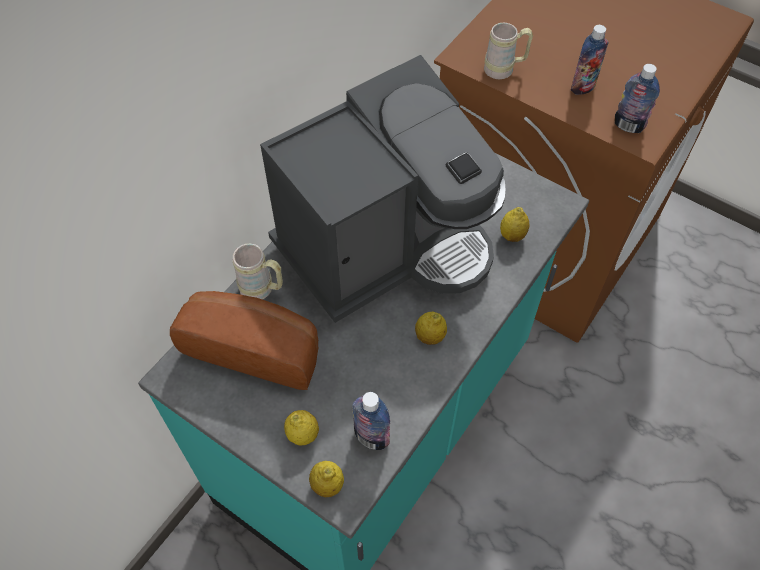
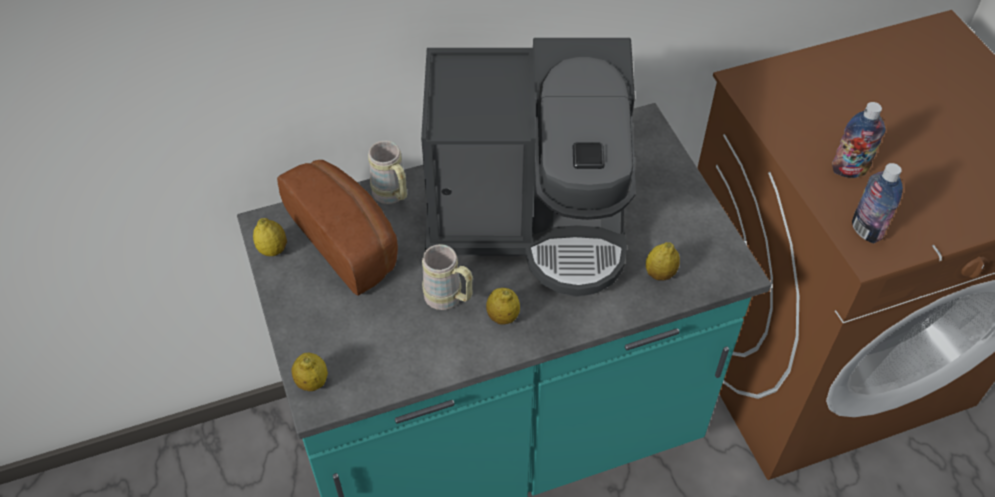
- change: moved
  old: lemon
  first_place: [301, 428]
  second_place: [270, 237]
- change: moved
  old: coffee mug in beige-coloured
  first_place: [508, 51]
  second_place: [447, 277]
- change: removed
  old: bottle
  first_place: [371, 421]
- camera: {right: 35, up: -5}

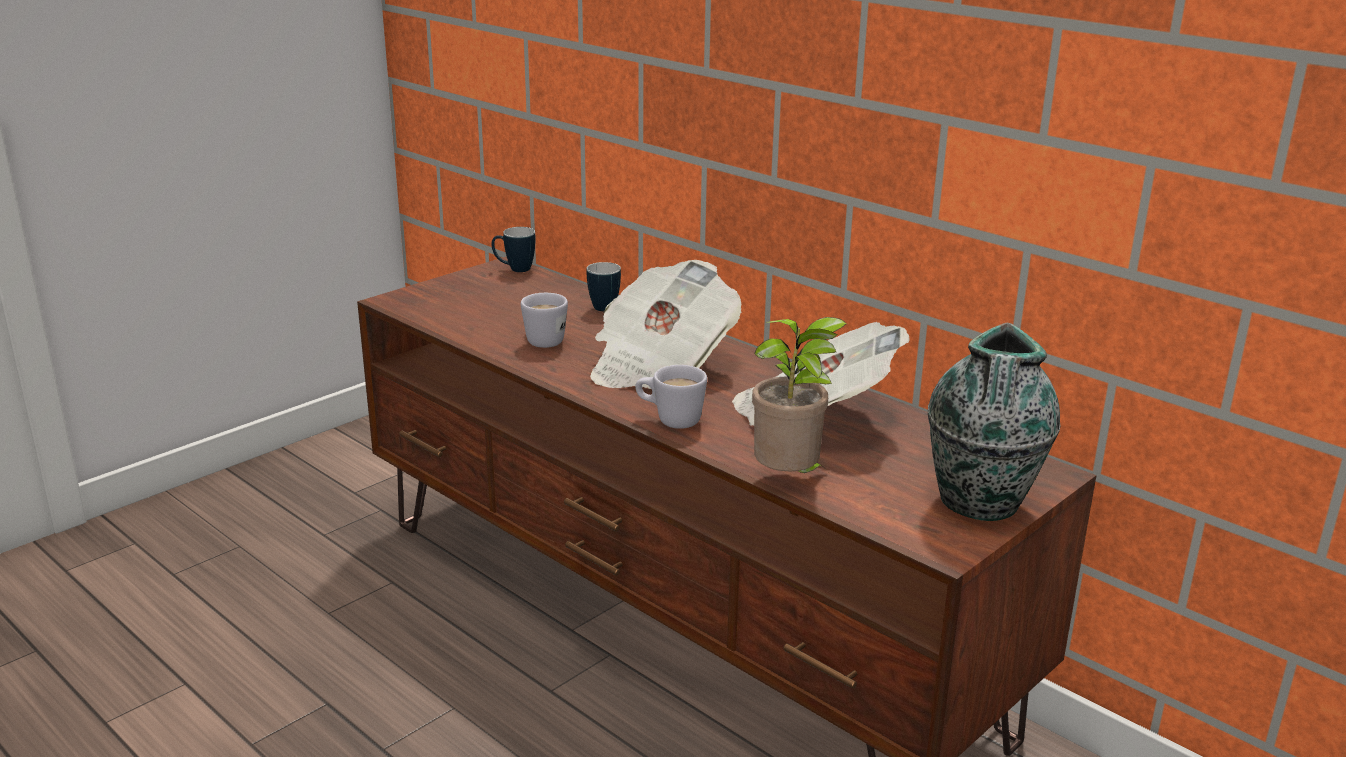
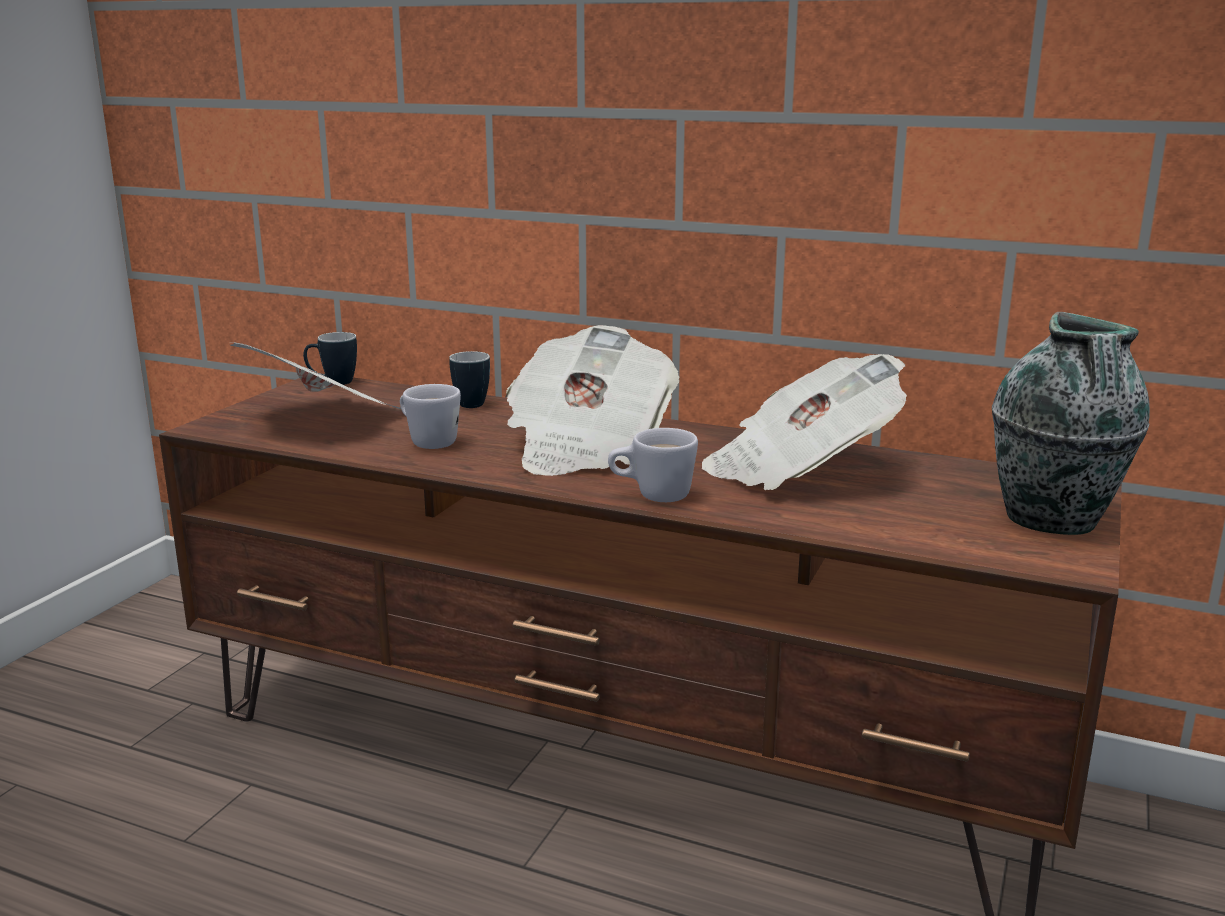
- change: added
  new: newspaper
  second_place: [315, 375]
- change: removed
  old: houseplant
  first_place: [799, 395]
- camera: {right: -20, up: -5}

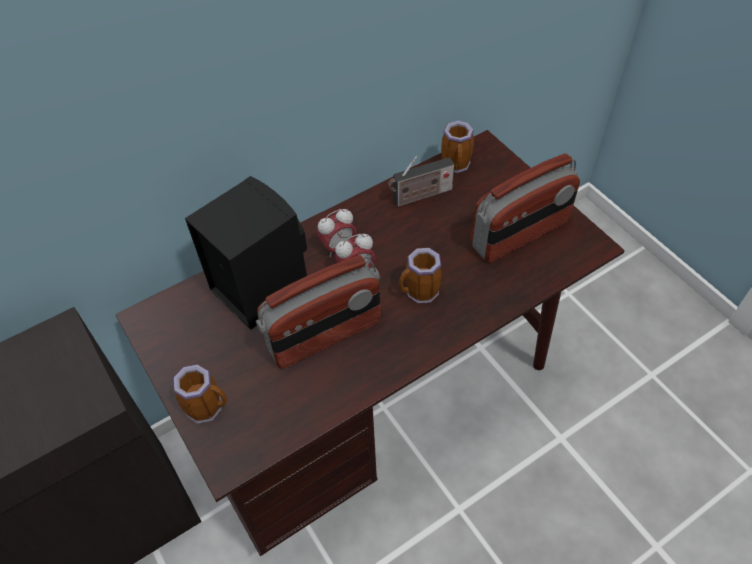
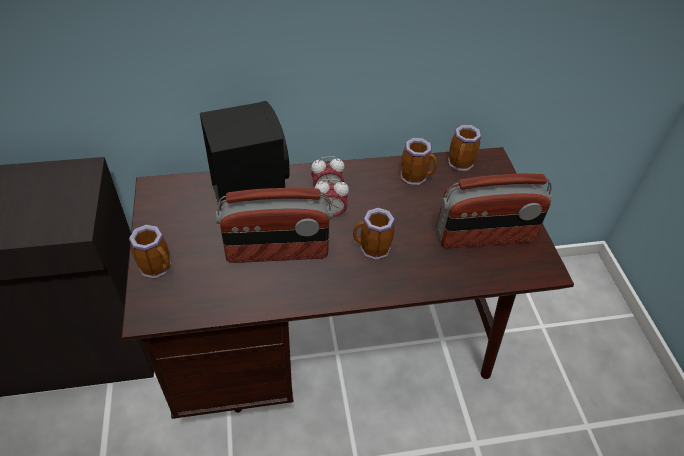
- change: replaced
  old: radio receiver
  new: coffee mug
  first_place: [421, 181]
  second_place: [419, 161]
- camera: {right: 20, up: -5}

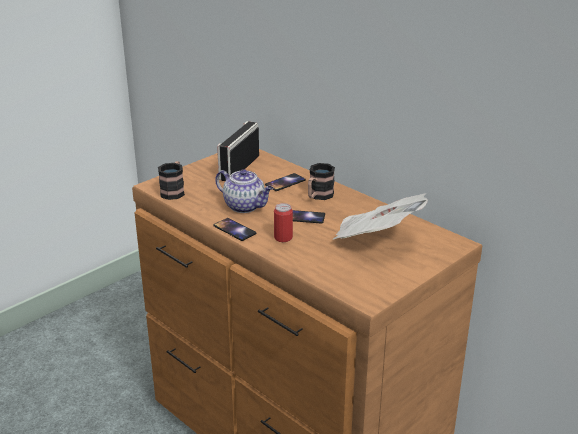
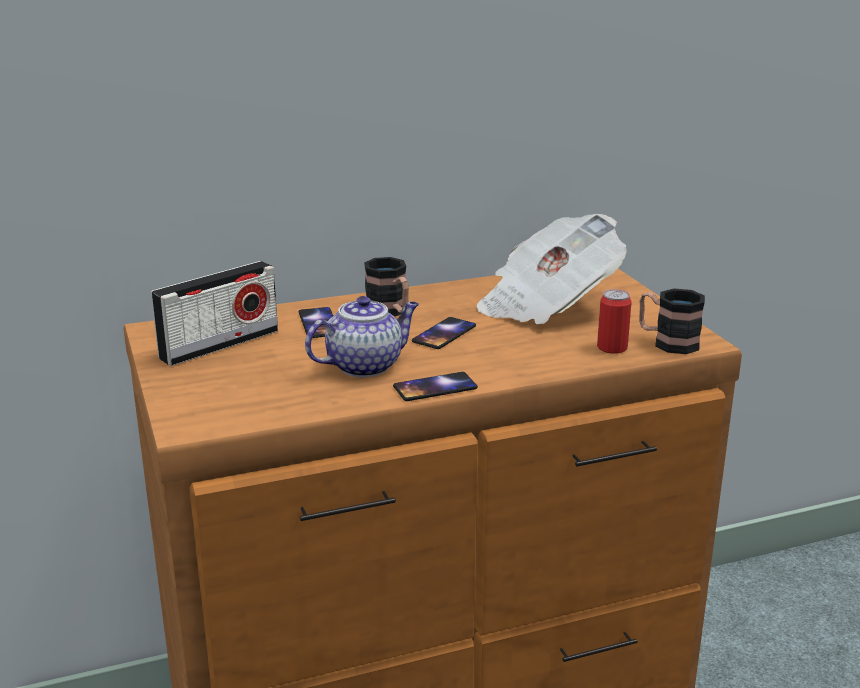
- change: turned
  old: radio receiver
  first_place: [238, 151]
  second_place: [214, 313]
  degrees: -90
- change: moved
  old: metal can
  first_place: [283, 222]
  second_place: [614, 321]
- change: moved
  old: coffee mug
  first_place: [171, 180]
  second_place: [672, 321]
- camera: {right: -65, up: -5}

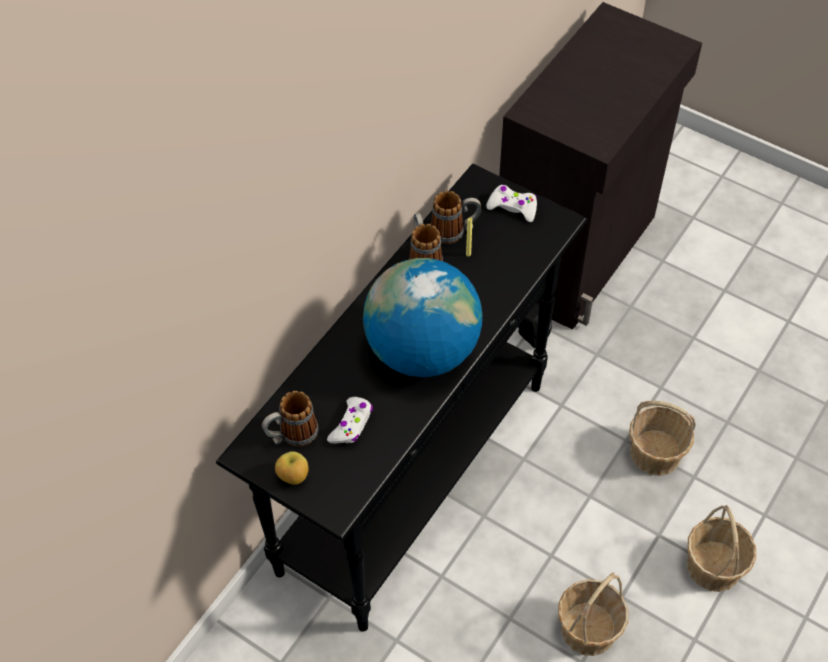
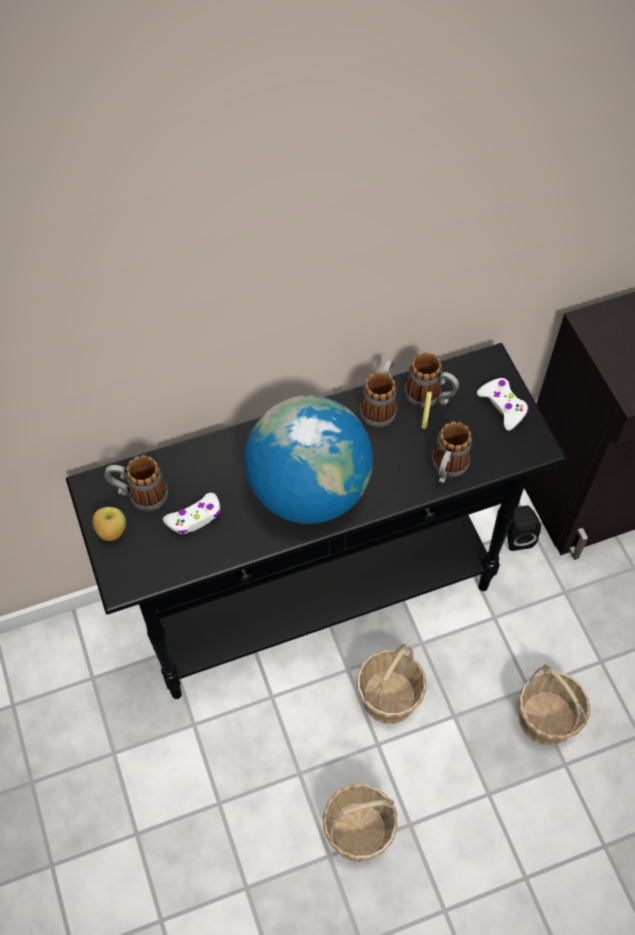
- change: moved
  old: household basket
  first_place: [721, 548]
  second_place: [392, 684]
- change: added
  new: coffee mug
  second_place: [452, 453]
- camera: {right: 35, up: 5}

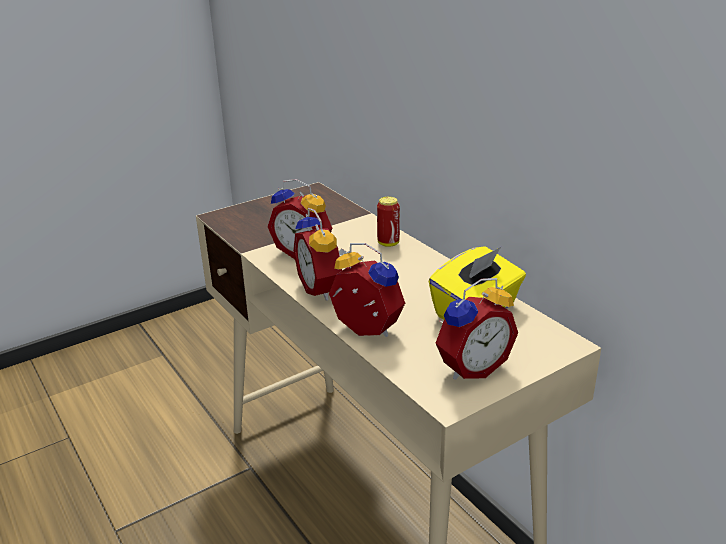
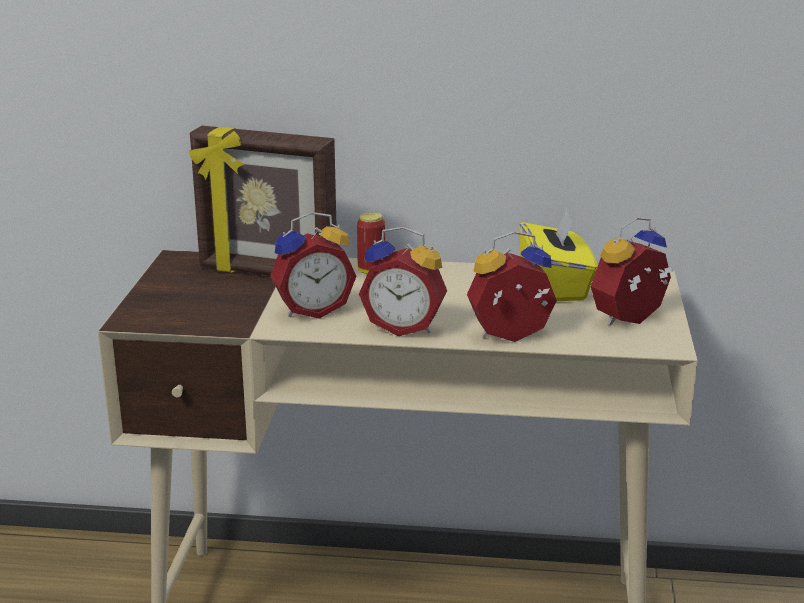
- change: added
  new: standing frame
  second_place: [263, 201]
- change: turned
  old: table clock
  first_place: [477, 329]
  second_place: [631, 271]
  degrees: -135
- camera: {right: -50, up: -5}

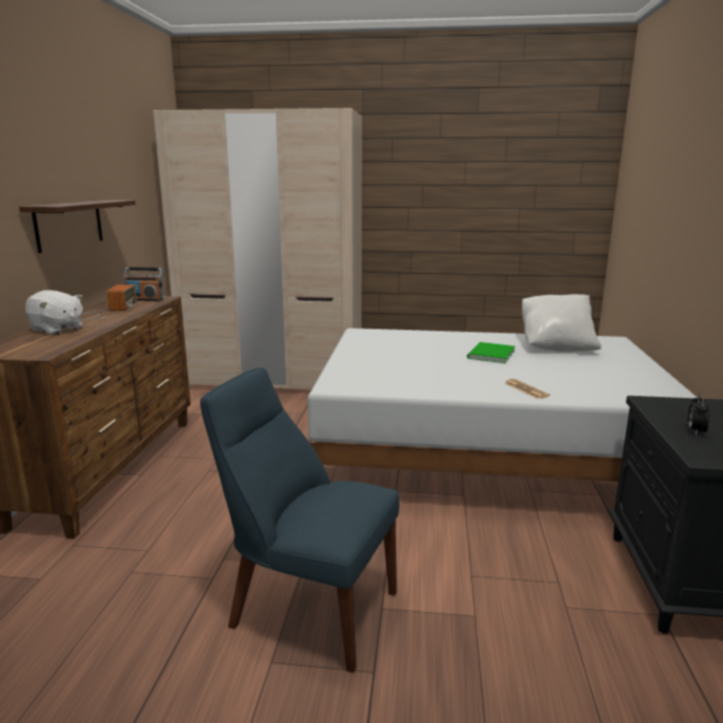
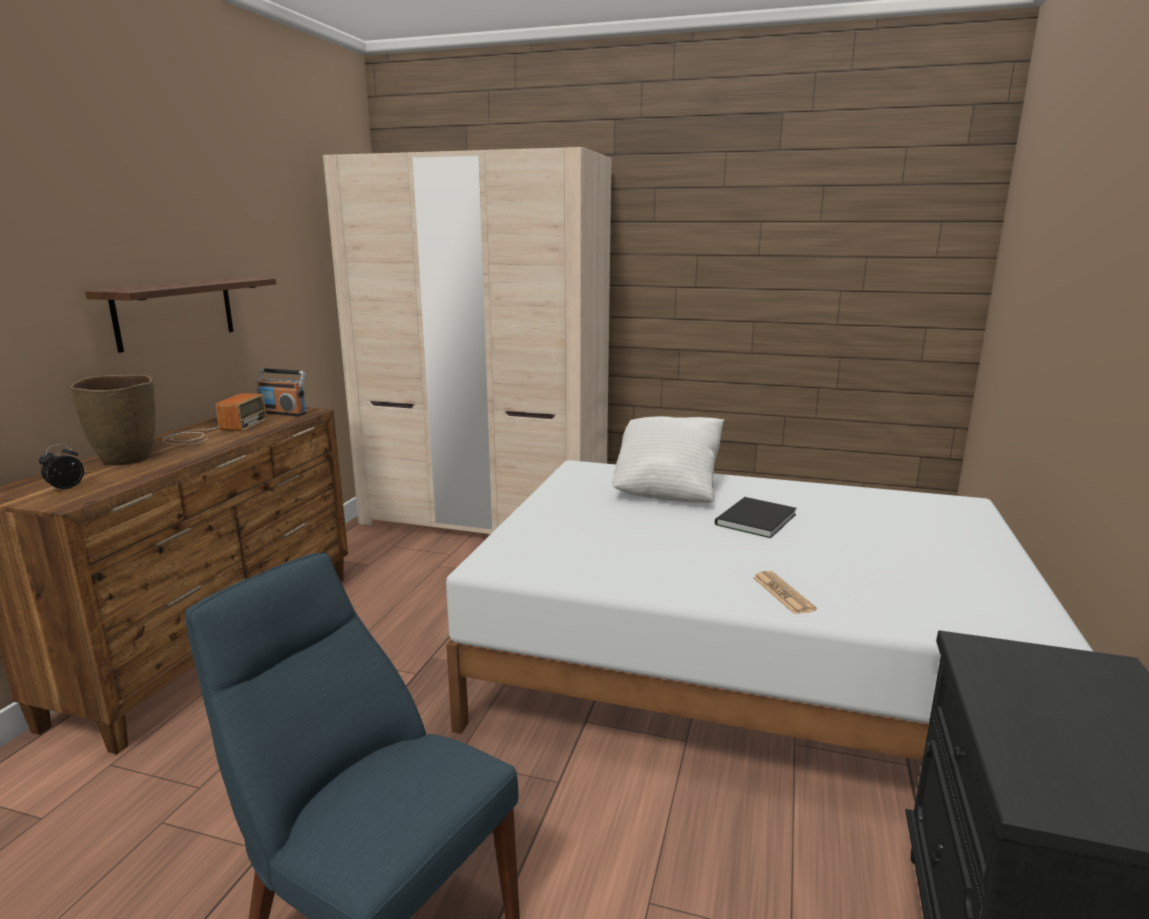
- change: moved
  old: table clock
  first_place: [699, 414]
  second_place: [61, 467]
- change: replaced
  old: cuddly toy in white
  new: decorative vase in brown-coloured
  first_place: [54, 312]
  second_place: [113, 420]
- change: moved
  old: throw pillow in white
  first_place: [561, 322]
  second_place: [668, 459]
- change: recoloured
  old: volume in green-coloured
  new: volume in blackish
  first_place: [491, 352]
  second_place: [756, 517]
- camera: {right: 10, up: 0}

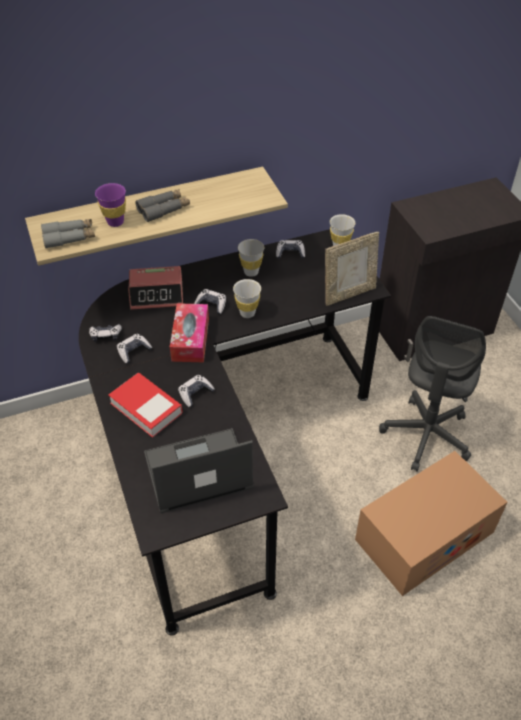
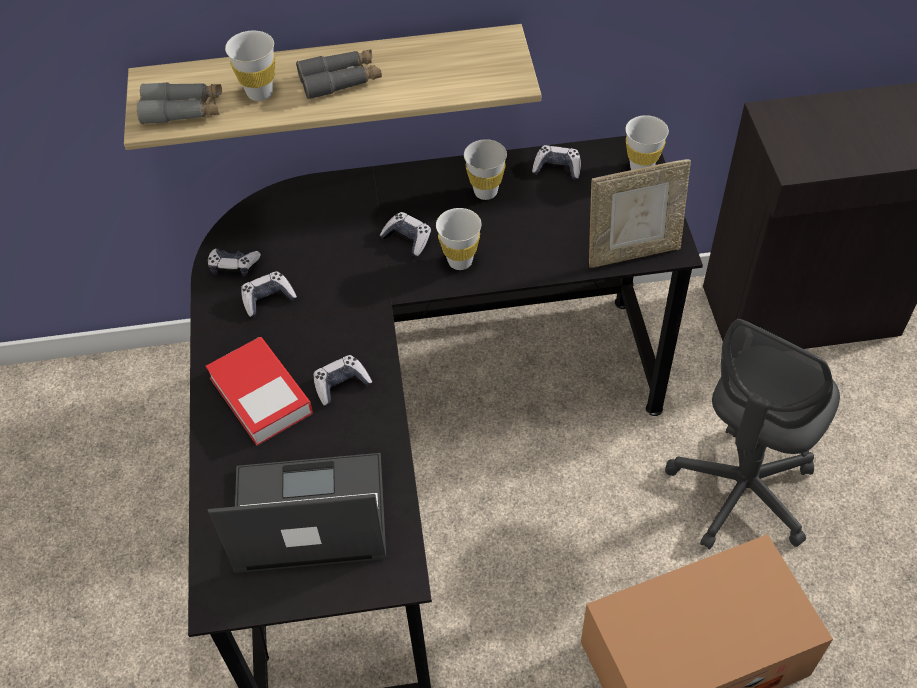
- change: recoloured
  old: cup in purplish
  new: cup in white
  first_place: [110, 205]
  second_place: [250, 66]
- change: removed
  old: table clock
  first_place: [155, 288]
- change: removed
  old: box of tissues
  first_place: [189, 332]
- camera: {right: 15, up: 5}

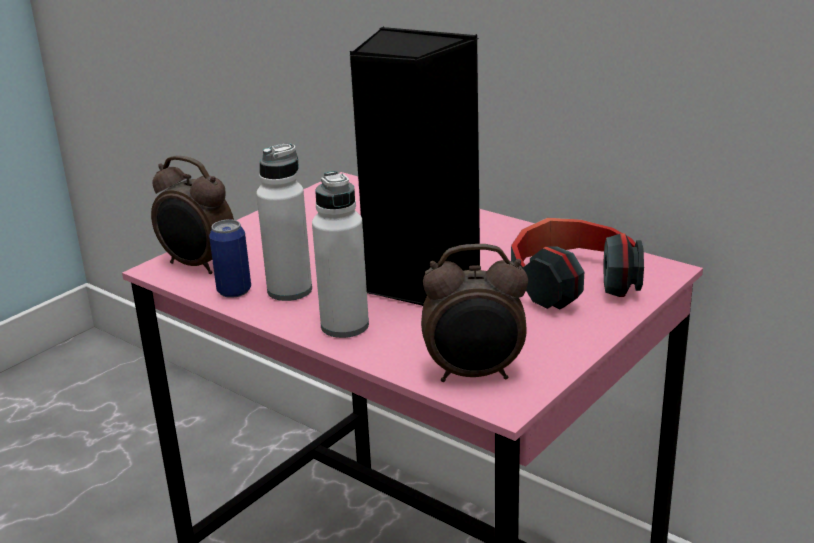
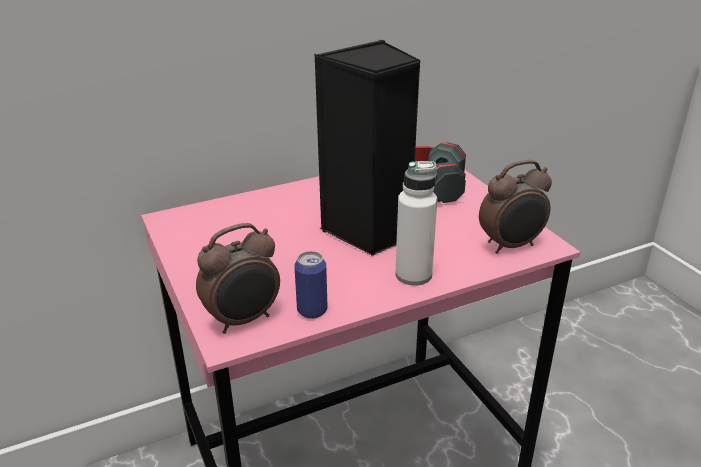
- change: turned
  old: table clock
  first_place: [474, 313]
  second_place: [515, 207]
  degrees: 45
- change: removed
  old: bottle in white
  first_place: [284, 222]
- camera: {right: -65, up: 5}

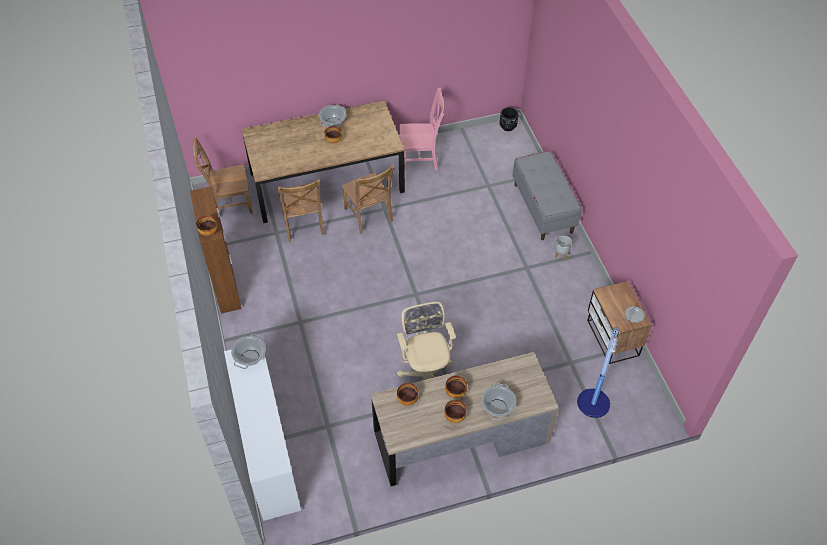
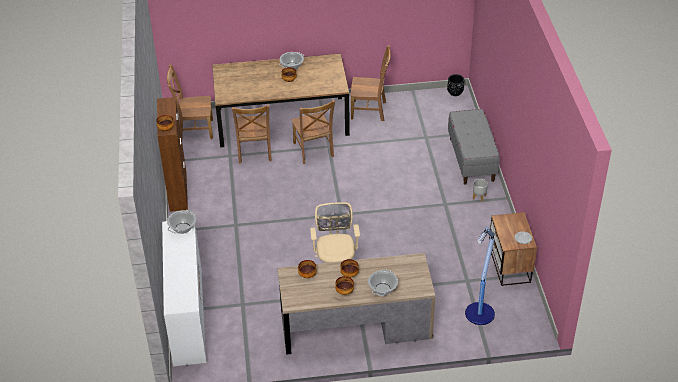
- change: recoloured
  old: upright chair in pinkish
  new: upright chair in brown-coloured
  first_place: [422, 129]
  second_place: [370, 83]
- camera: {right: 10, up: -10}

